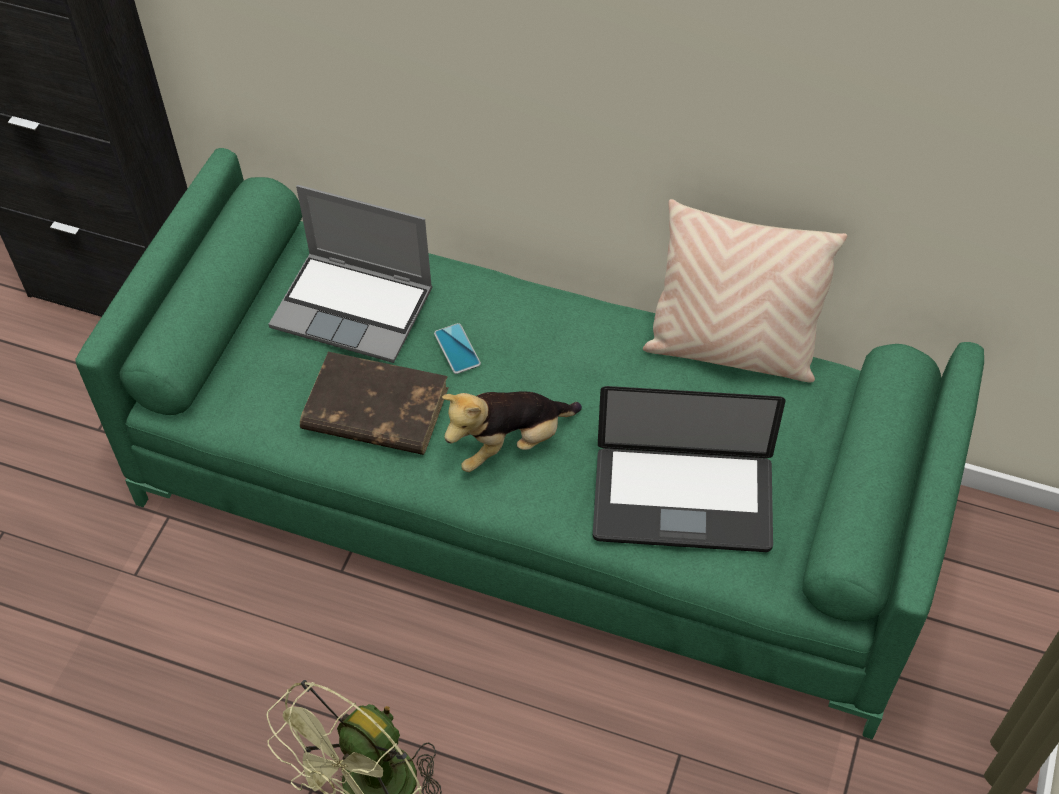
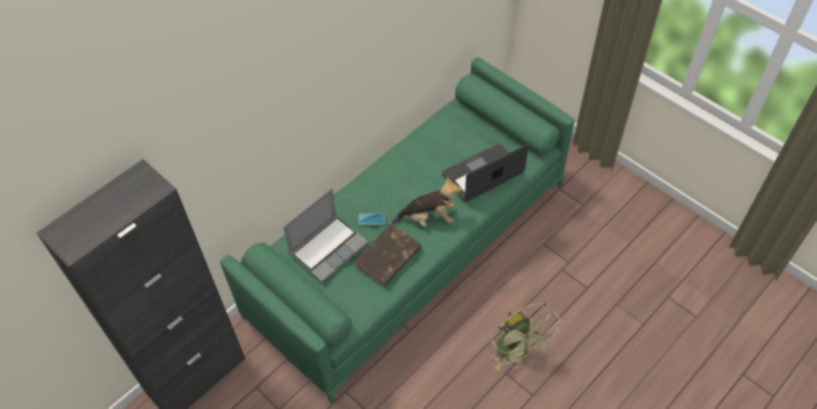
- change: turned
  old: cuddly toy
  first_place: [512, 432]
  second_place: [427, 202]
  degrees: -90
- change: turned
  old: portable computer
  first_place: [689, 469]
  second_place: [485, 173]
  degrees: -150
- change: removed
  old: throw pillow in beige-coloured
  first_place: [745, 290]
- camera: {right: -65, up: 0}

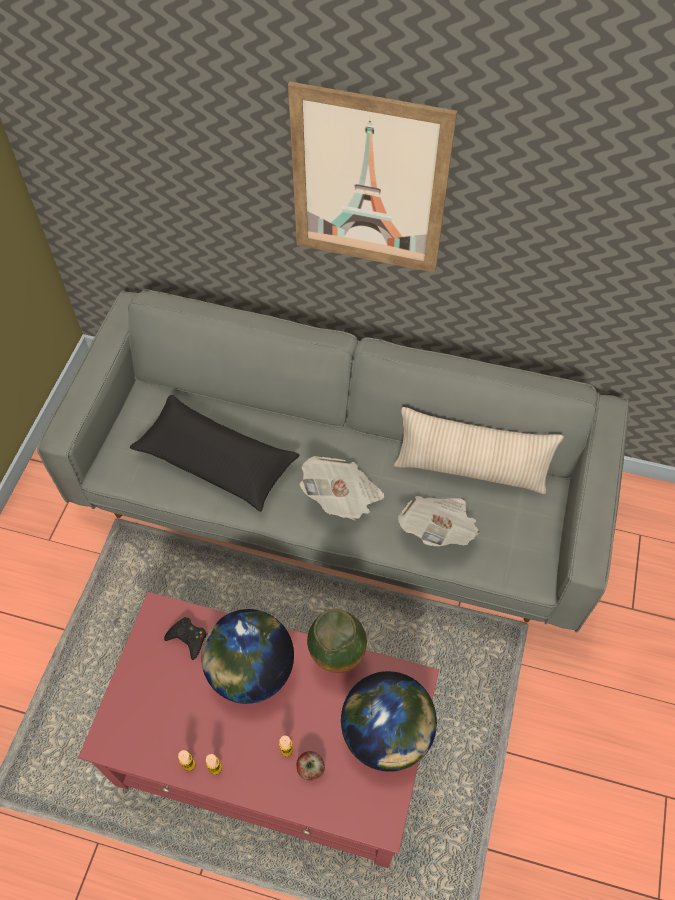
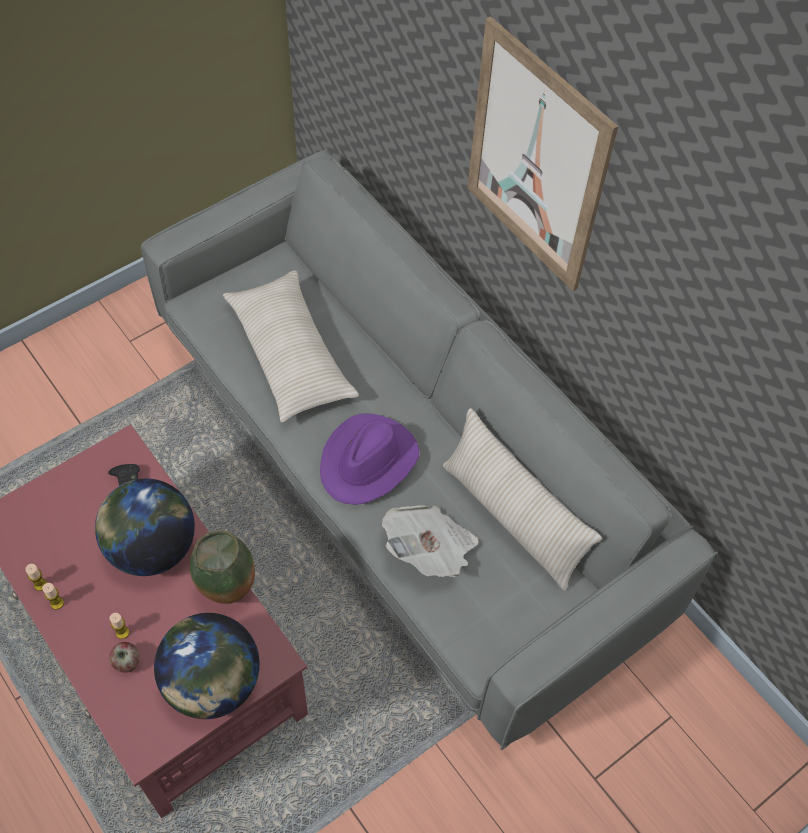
- change: recoloured
  old: throw pillow in blackish
  new: throw pillow in beige-coloured
  first_place: [214, 453]
  second_place: [291, 346]
- change: replaced
  old: newspaper
  new: hat in purplish
  first_place: [341, 488]
  second_place: [369, 459]
- camera: {right: 35, up: 0}

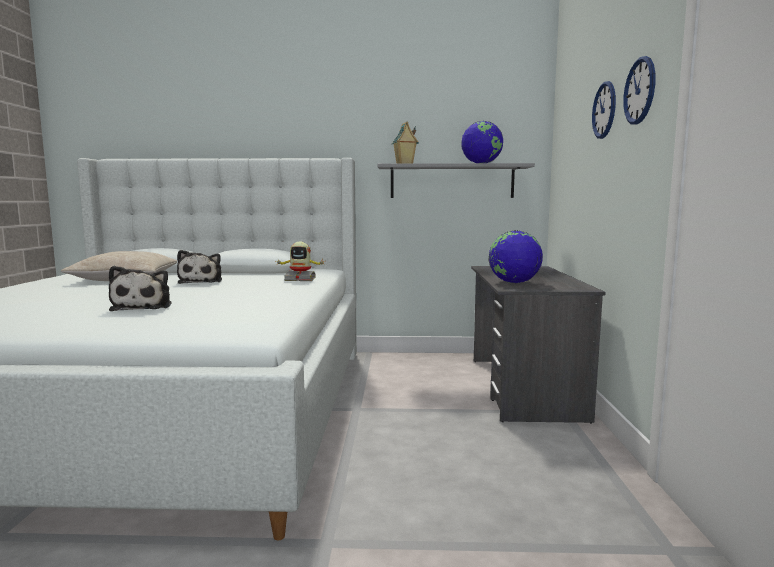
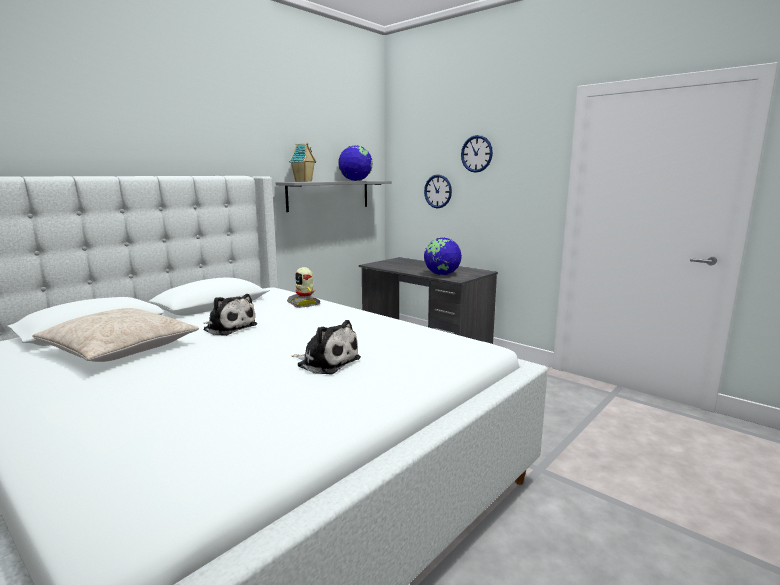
- change: turned
  old: model robot
  first_place: [301, 261]
  second_place: [303, 287]
  degrees: 105
- change: moved
  old: hanging clock
  first_place: [639, 90]
  second_place: [438, 191]
- camera: {right: -50, up: 5}

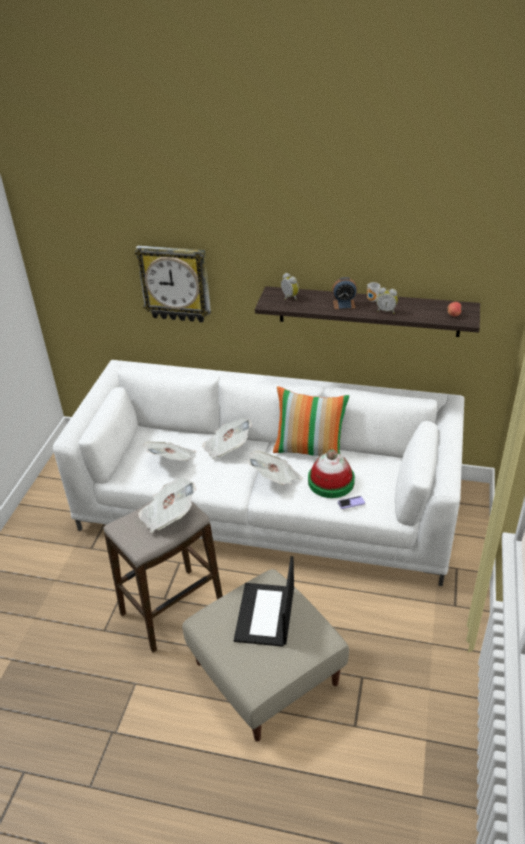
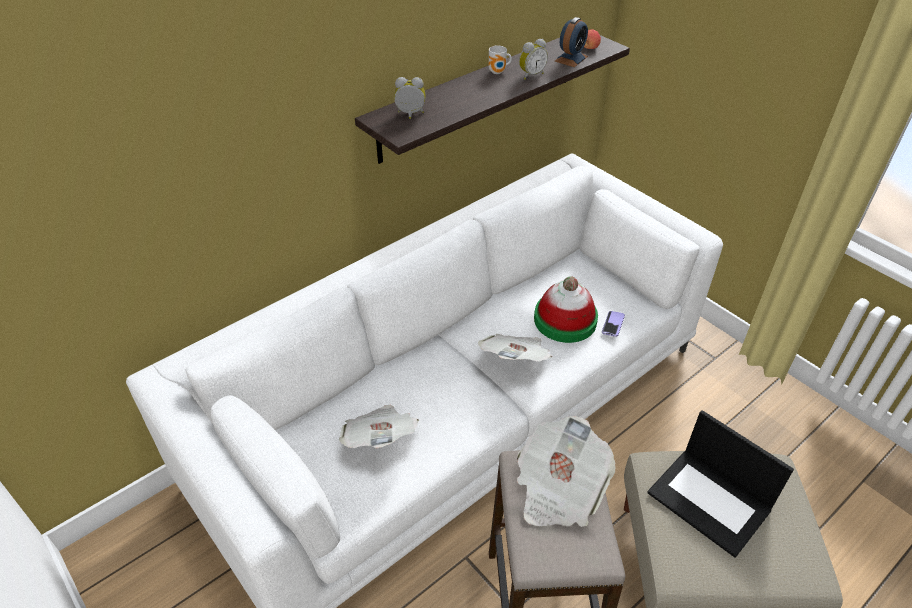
- change: moved
  old: table clock
  first_place: [344, 293]
  second_place: [571, 42]
- change: removed
  old: hanging clock
  first_place: [173, 283]
- change: removed
  old: newspaper
  first_place: [227, 438]
- change: removed
  old: throw pillow
  first_place: [311, 421]
- camera: {right: -55, up: 5}

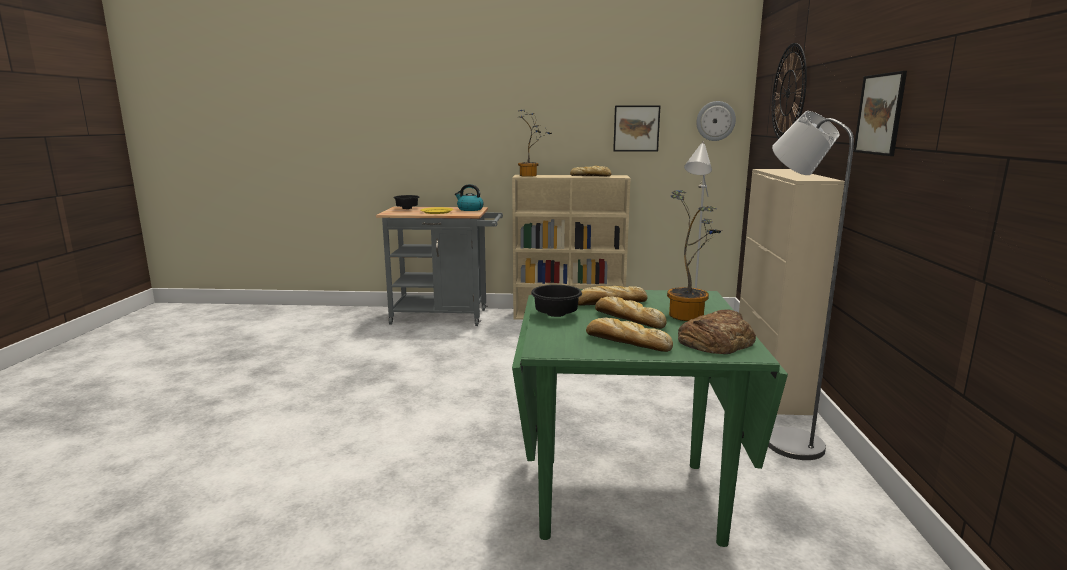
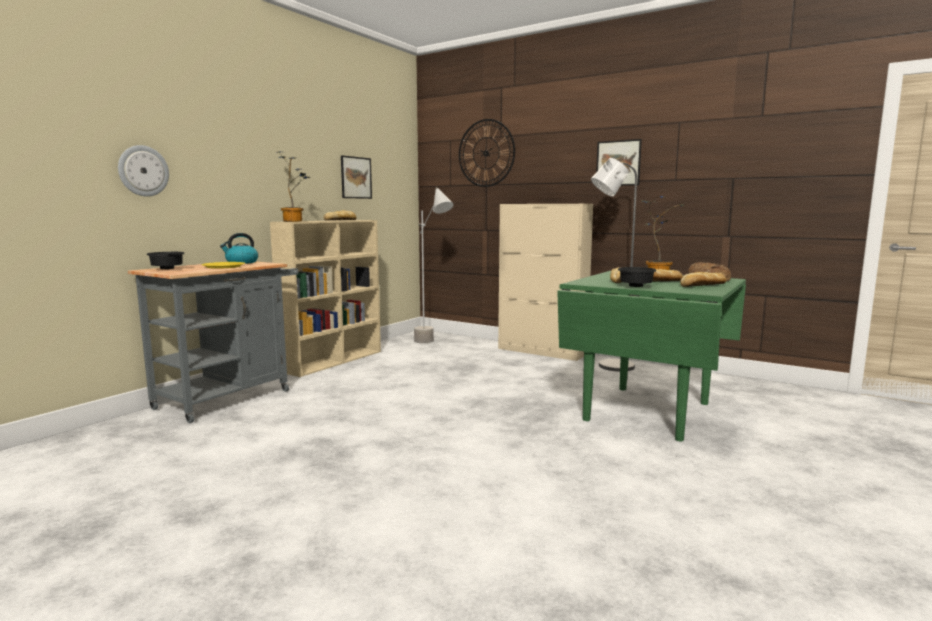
- change: moved
  old: hanging clock
  first_place: [716, 121]
  second_place: [143, 171]
- camera: {right: -60, up: -5}

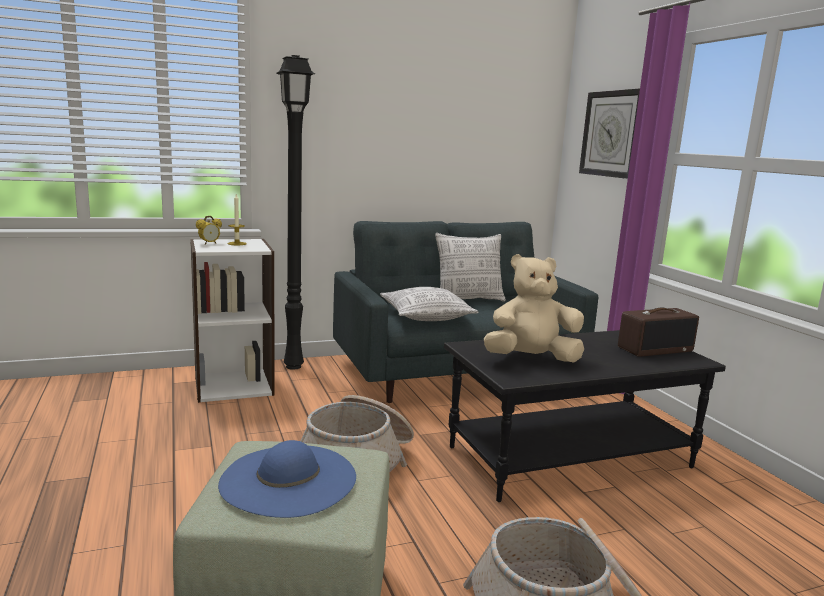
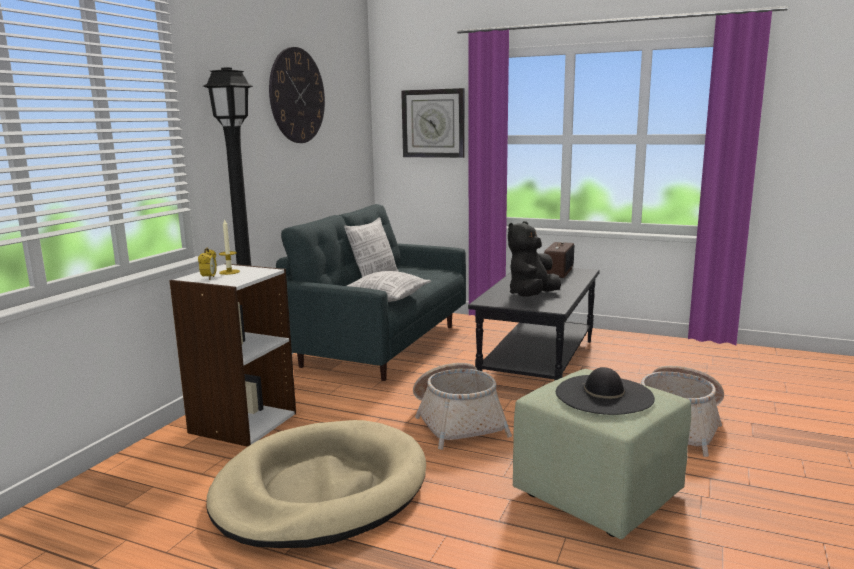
- change: added
  new: pet bed in beige-coloured
  second_place: [316, 484]
- change: added
  new: hanging clock
  second_place: [297, 95]
- change: recoloured
  old: cuddly toy in beige-coloured
  new: cuddly toy in blackish
  first_place: [534, 308]
  second_place: [534, 259]
- change: recoloured
  old: hat in bluish
  new: hat in blackish
  first_place: [287, 479]
  second_place: [605, 391]
- camera: {right: -45, up: 0}

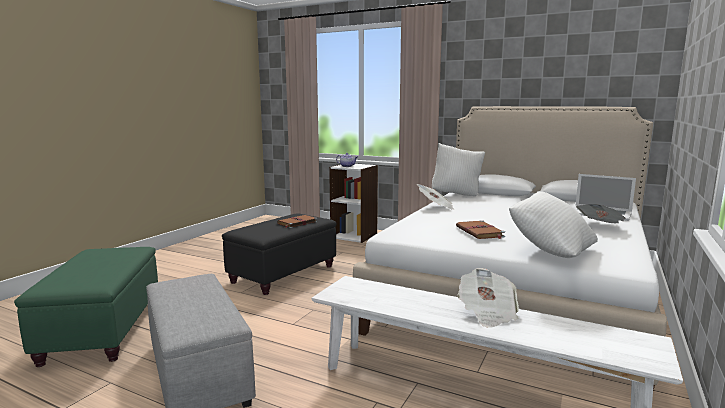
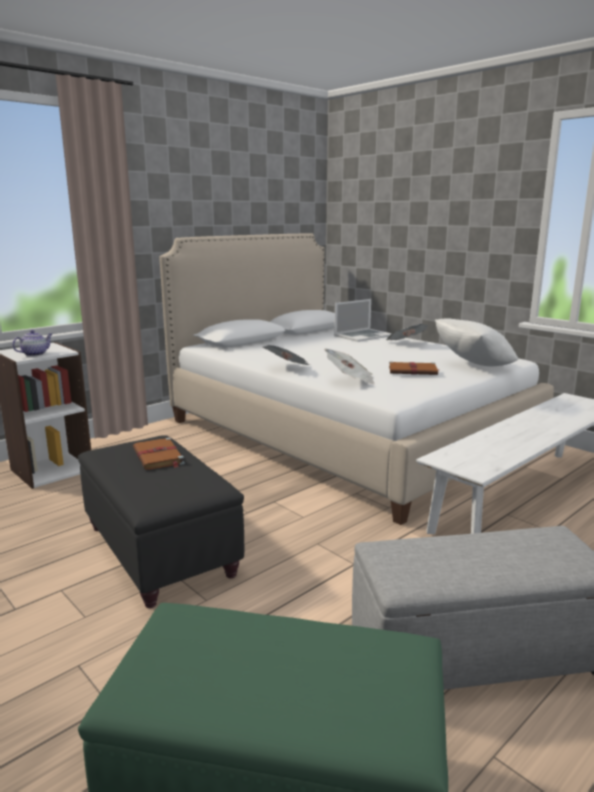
- change: moved
  old: newspaper
  first_place: [488, 298]
  second_place: [349, 366]
- change: removed
  old: throw pillow in white
  first_place: [458, 169]
- camera: {right: -70, up: 5}

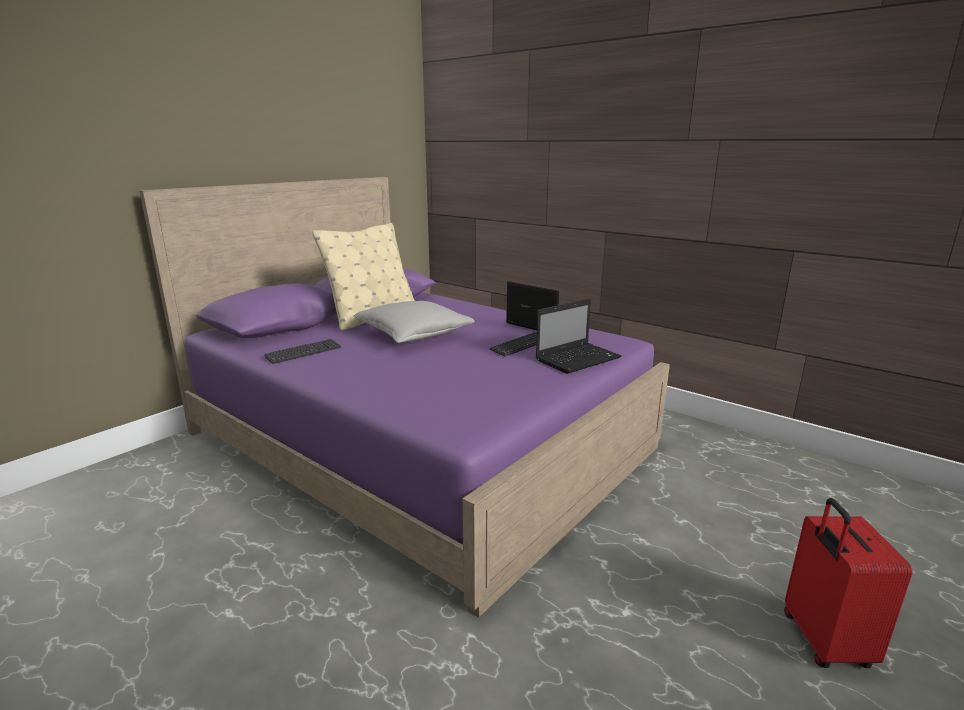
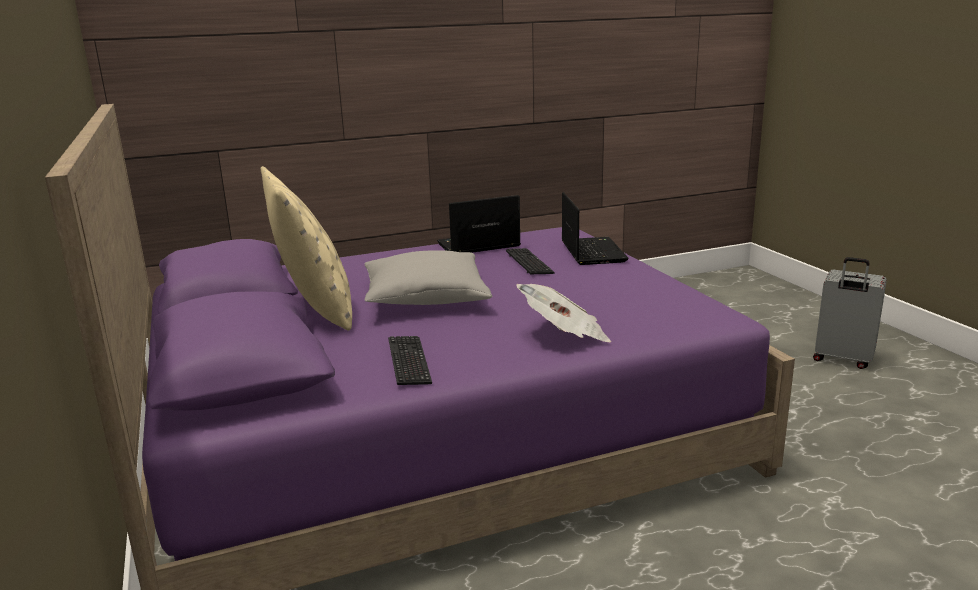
- change: added
  new: newspaper
  second_place: [564, 313]
- change: recoloured
  old: travel case in red-coloured
  new: travel case in greyish
  first_place: [848, 583]
  second_place: [850, 313]
- camera: {right: -60, up: 0}

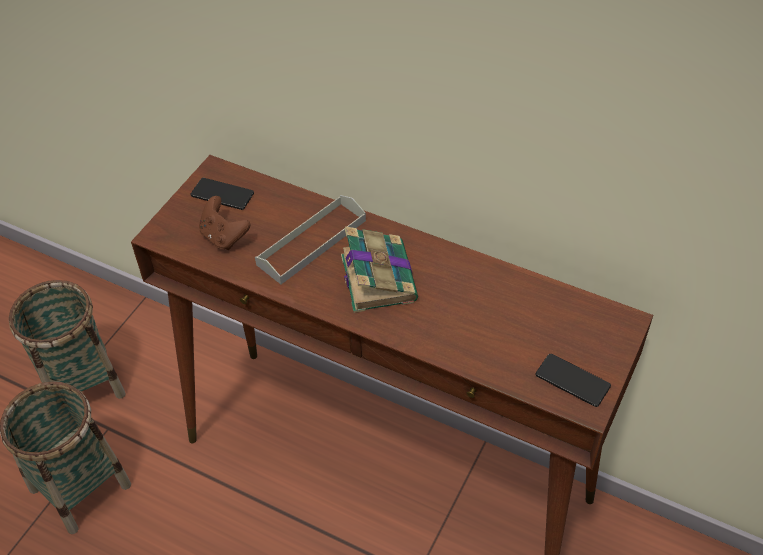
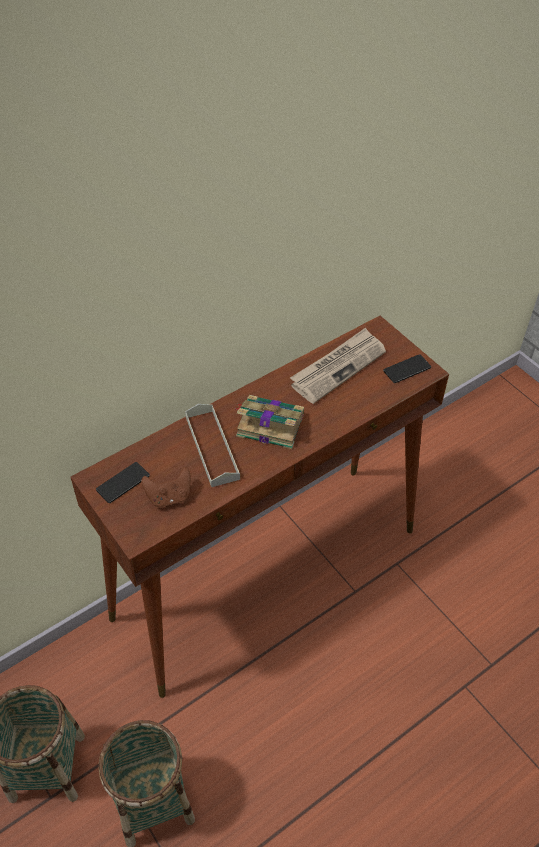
- change: added
  new: newspaper
  second_place: [338, 366]
- camera: {right: -65, up: 0}

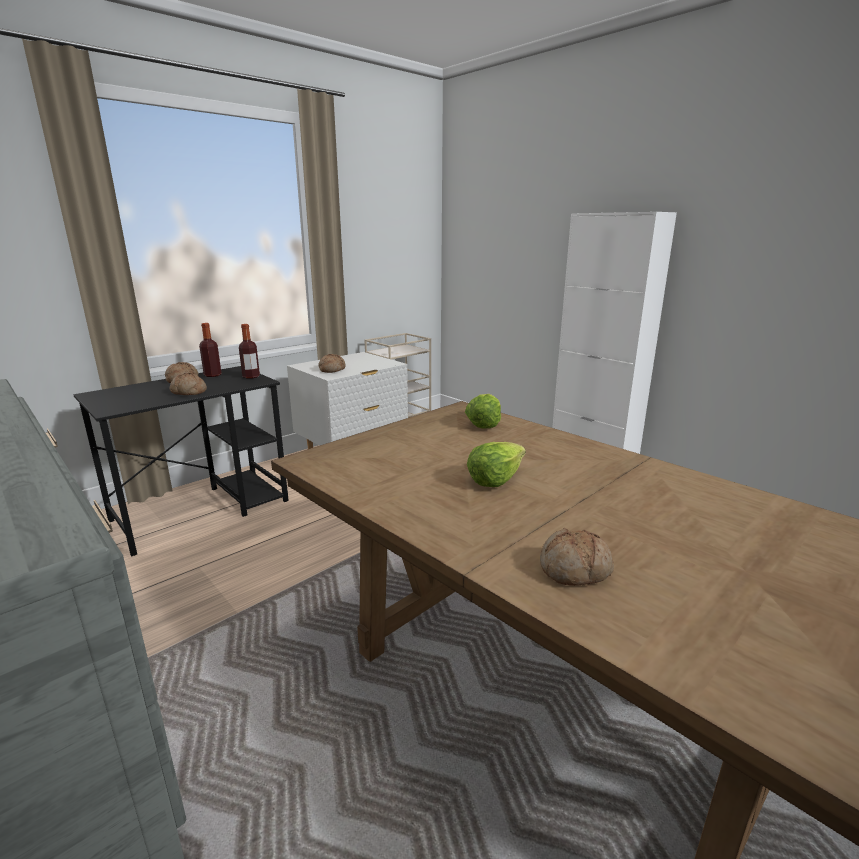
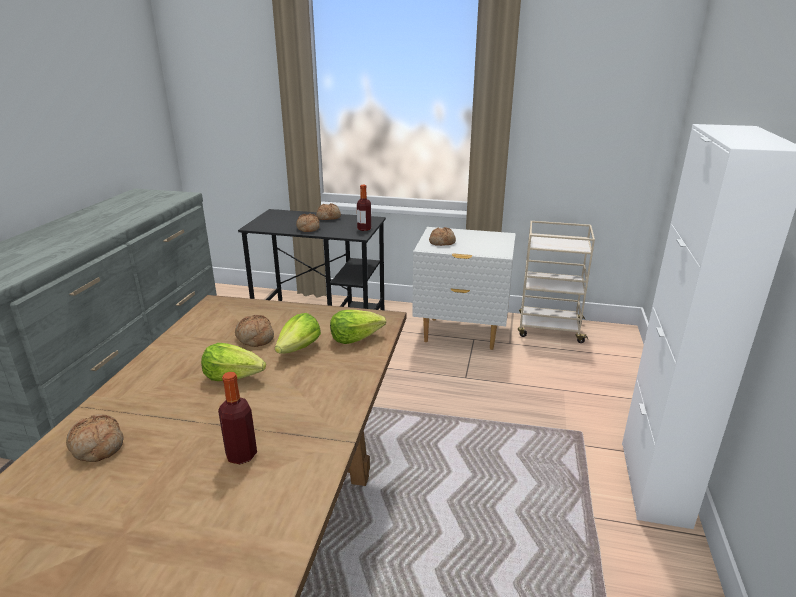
- change: moved
  old: bottle
  first_place: [210, 350]
  second_place: [237, 418]
- change: added
  new: baked bread
  second_place: [254, 331]
- change: added
  new: head of lettuce
  second_place: [298, 333]
- camera: {right: 55, up: 5}

